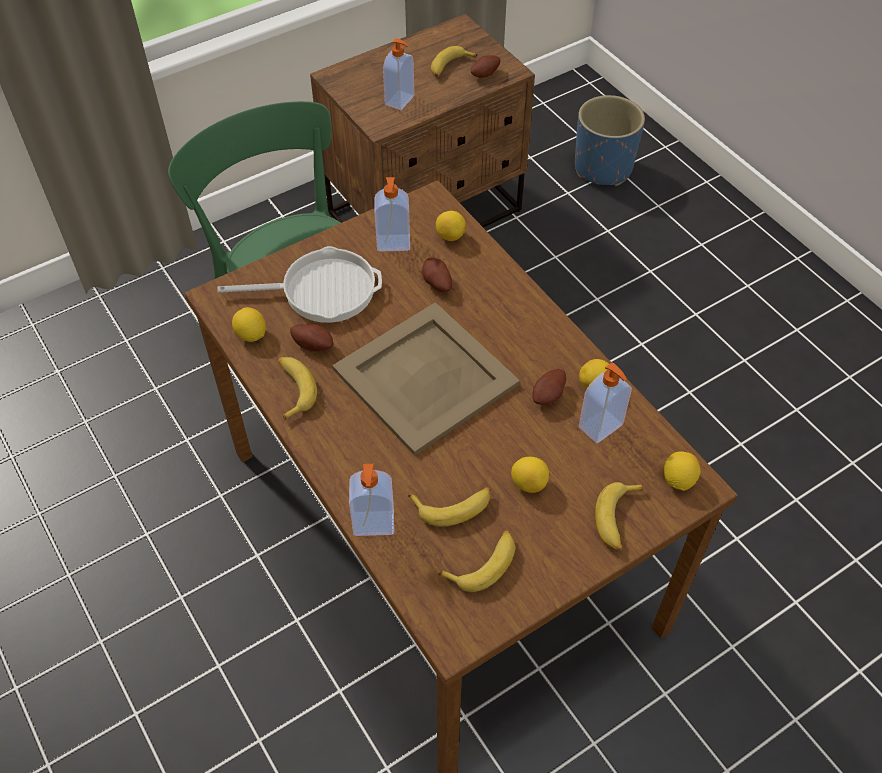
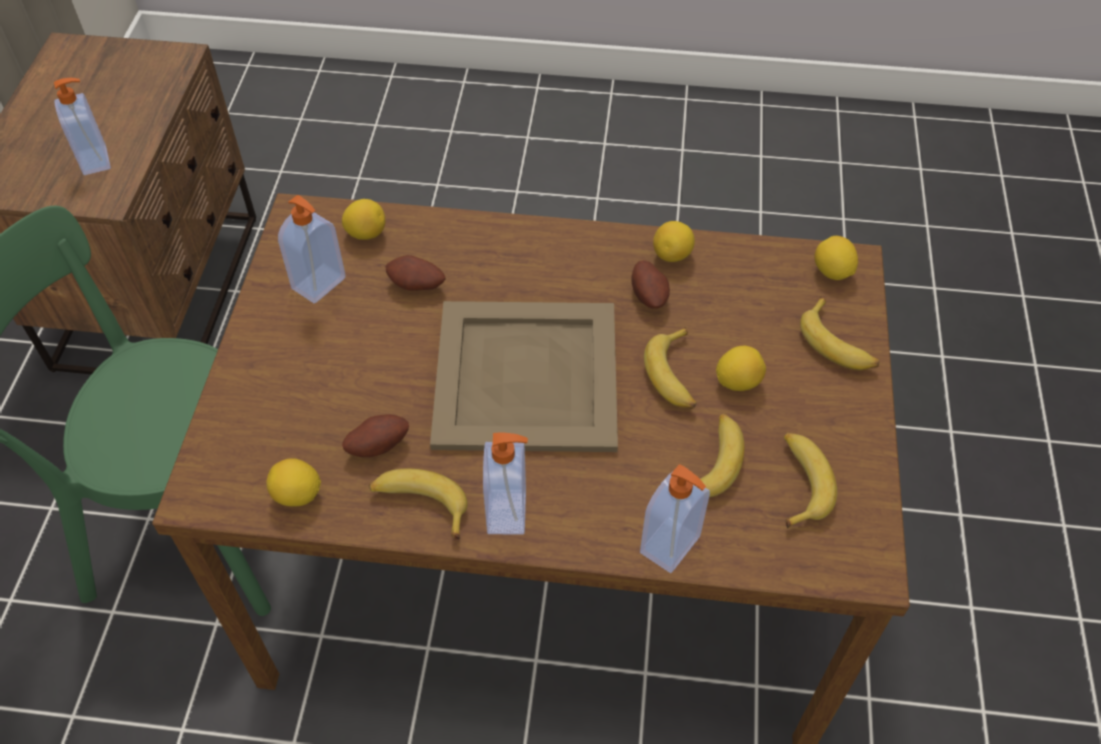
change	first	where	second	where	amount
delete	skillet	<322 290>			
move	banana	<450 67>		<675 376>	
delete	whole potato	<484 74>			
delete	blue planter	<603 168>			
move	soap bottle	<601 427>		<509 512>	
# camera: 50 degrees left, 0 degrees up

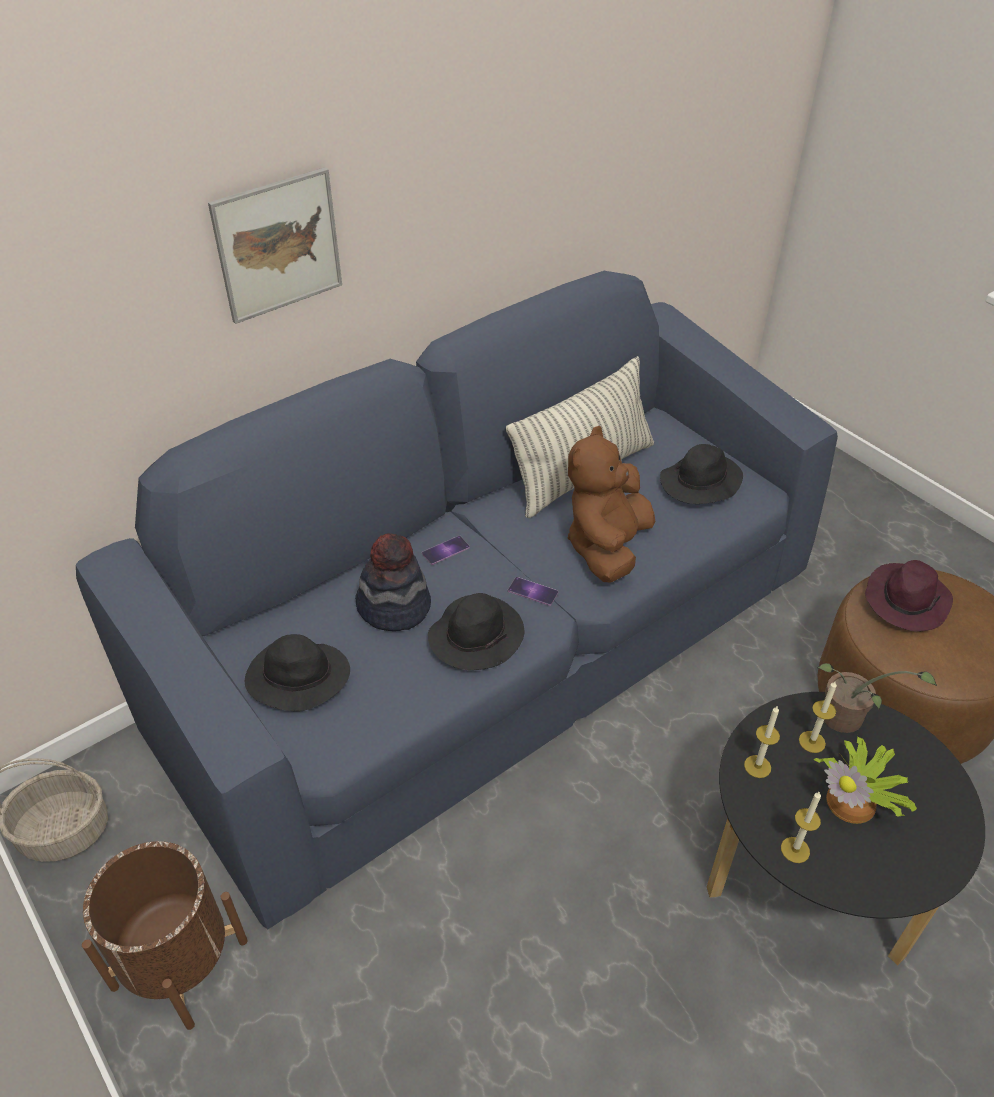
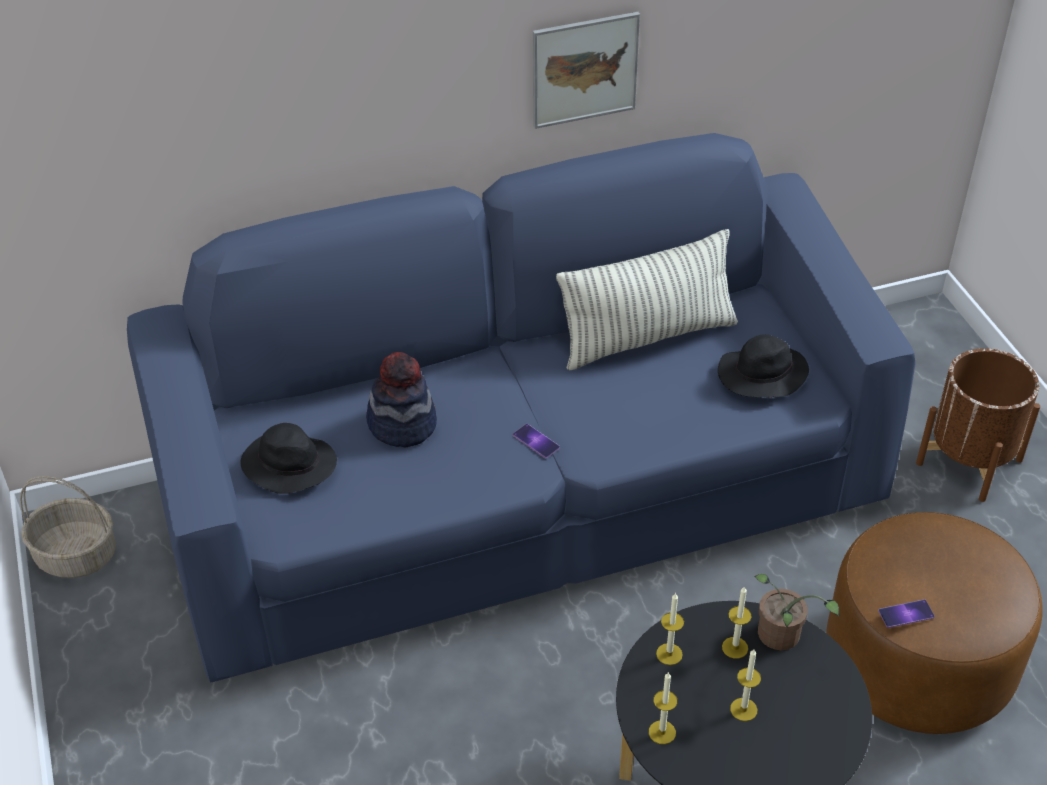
change	first	where	second	where	amount
move	brownish planter	<180 964>		<969 461>	
move	picture	<278 245>		<584 69>	
move	handset	<446 550>		<906 614>	
delete	black clothing hat	<477 636>			
delete	brownish cuddly toy	<607 547>			
replace	plant in a pot	<854 801>	candle	<743 709>	
delete	purple-coloured clothing hat	<905 600>			
# camera: 20 degrees right, 0 degrees up

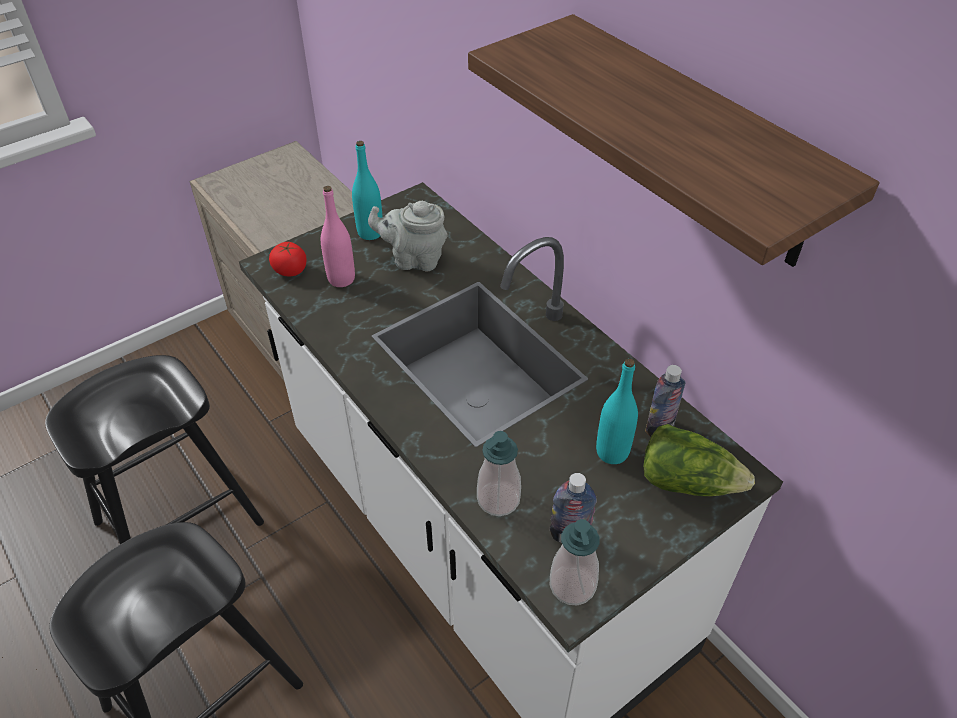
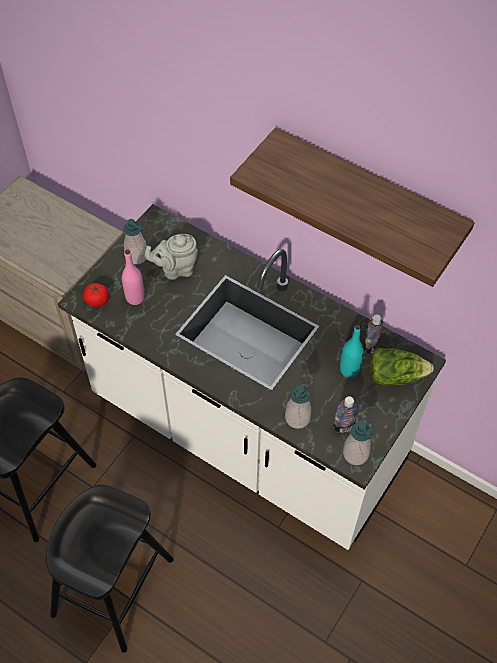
change	first	where	second	where	amount
replace	turquoise-coloured drink bottle	<370 233>	soap bottle	<136 256>	
# camera: 20 degrees left, 10 degrees up

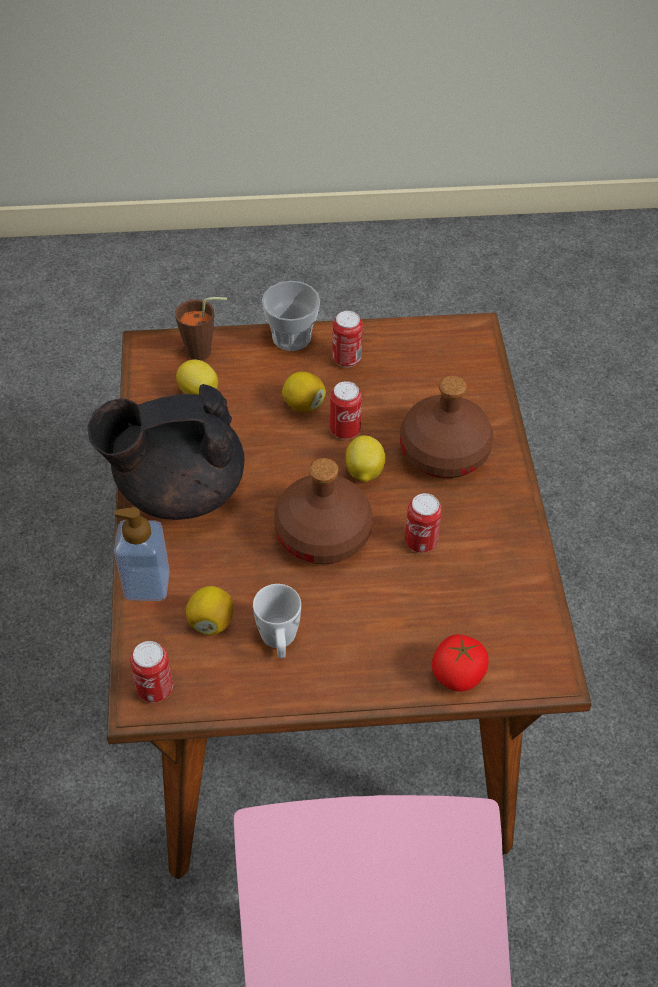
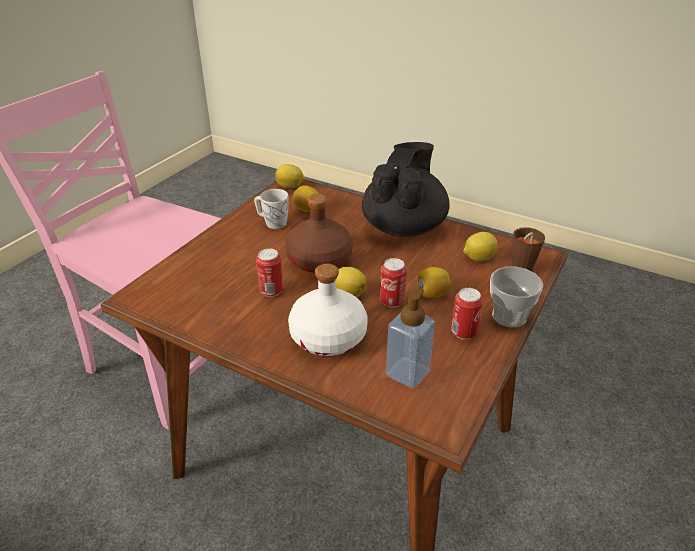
change	first	where	second	where	amount
move	soap bottle	<147 584>		<407 373>	
replace	can	<155 689>	lemon	<290 187>	
recolor	brownish drink bottle	<445 452>	white drink bottle	<327 337>	
delete	whole tomato	<458 675>			
# camera: 125 degrees right, 15 degrees down

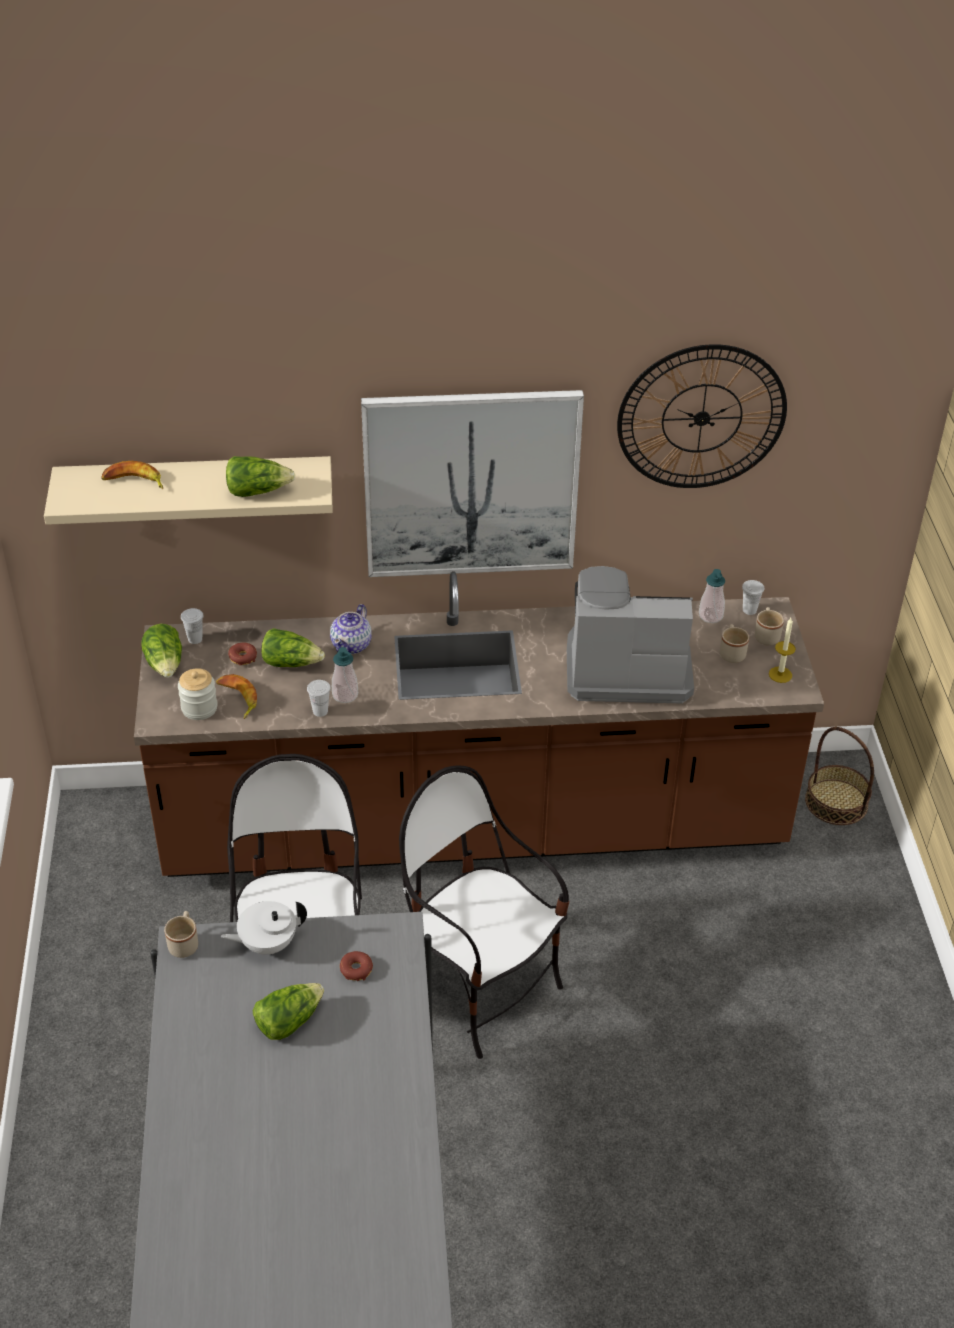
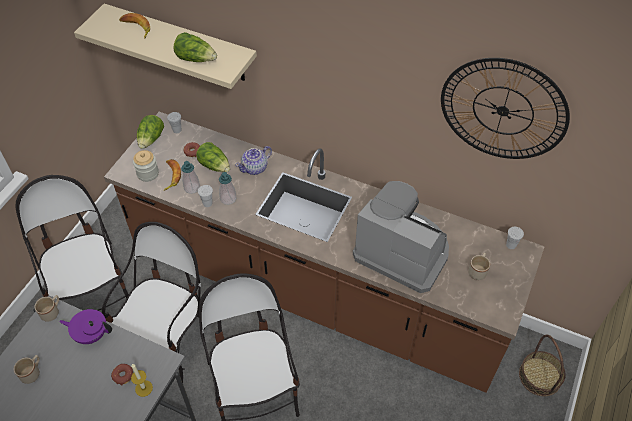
change	first	where	second	where	amount
recolor	white tea pot	<267 943>	purple-coloured tea pot	<91 334>	
delete	lettuce	<288 1021>			
delete	picture	<471 483>			
move	soap bottle	<710 616>		<192 188>	
move	beige-coloured mug	<766 635>		<32 372>	
move	candle	<780 674>		<144 388>	
insert			chair	<93 295>	
# camera: 30 degrees right, 10 degrees up

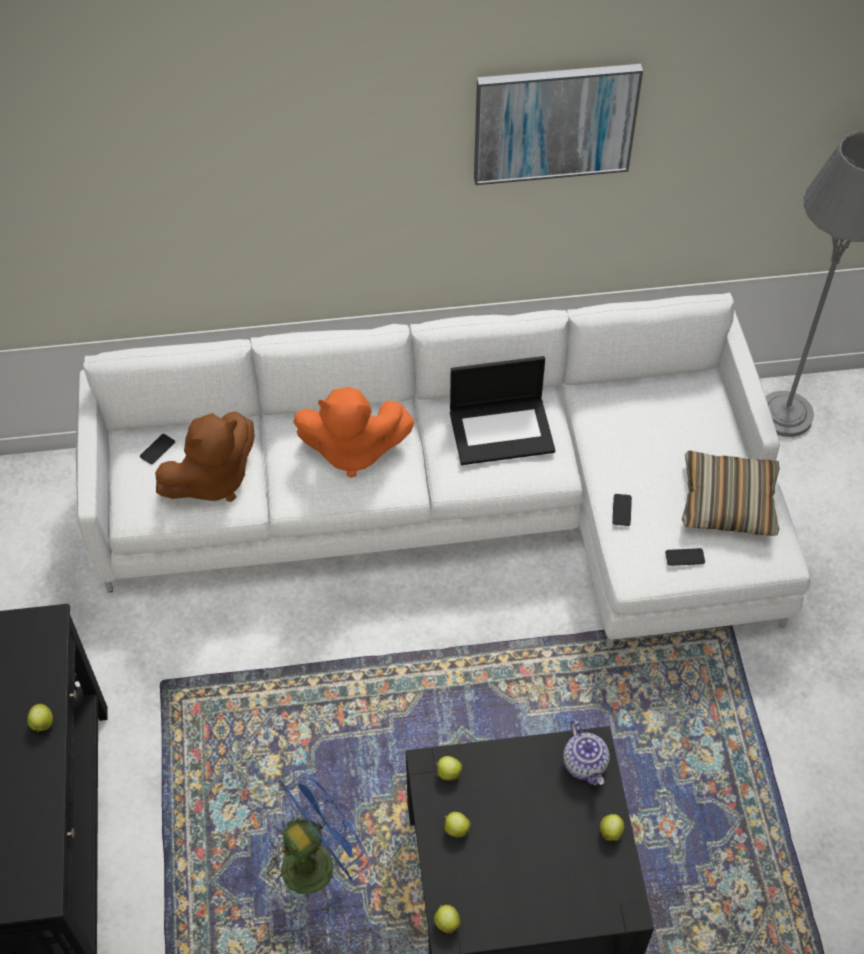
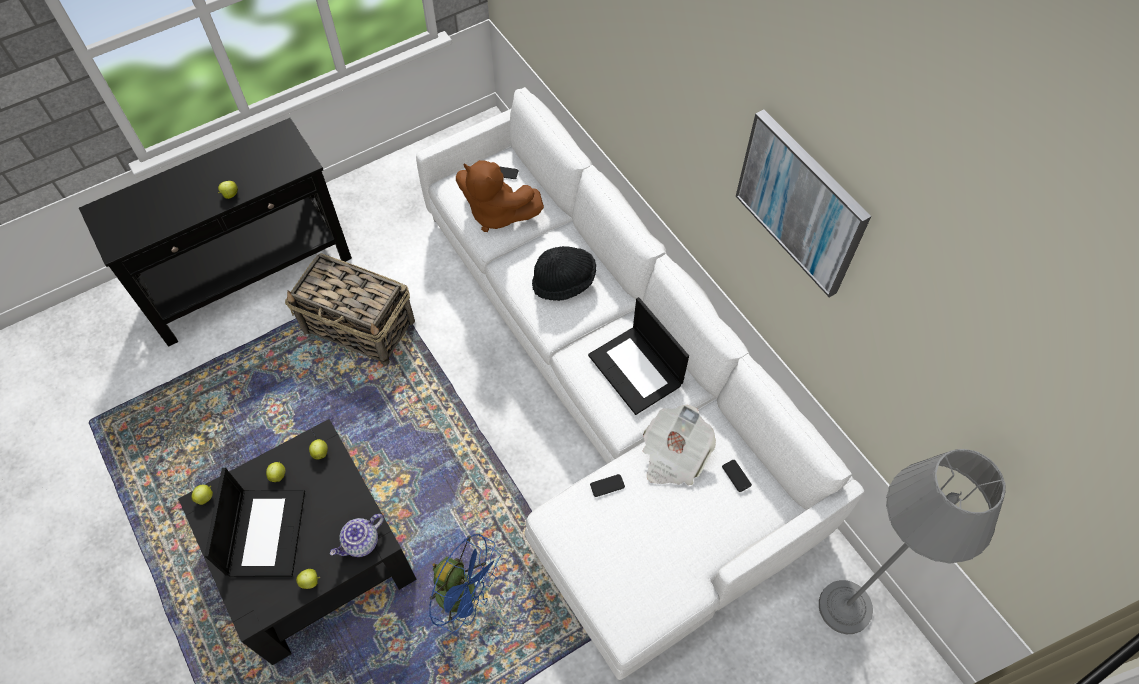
change	first	where	second	where	amount
move	blue electric fan	<316 859>		<465 595>	
replace	orange cuddly toy	<352 450>	black clothing hat	<564 282>	
move	handset	<685 557>		<736 476>	
delete	pillow	<728 502>			
insert			notebook computer	<265 532>	
insert			household basket	<360 327>	
insert			printed paper	<673 455>	
# camera: 65 degrees right, 5 degrees up

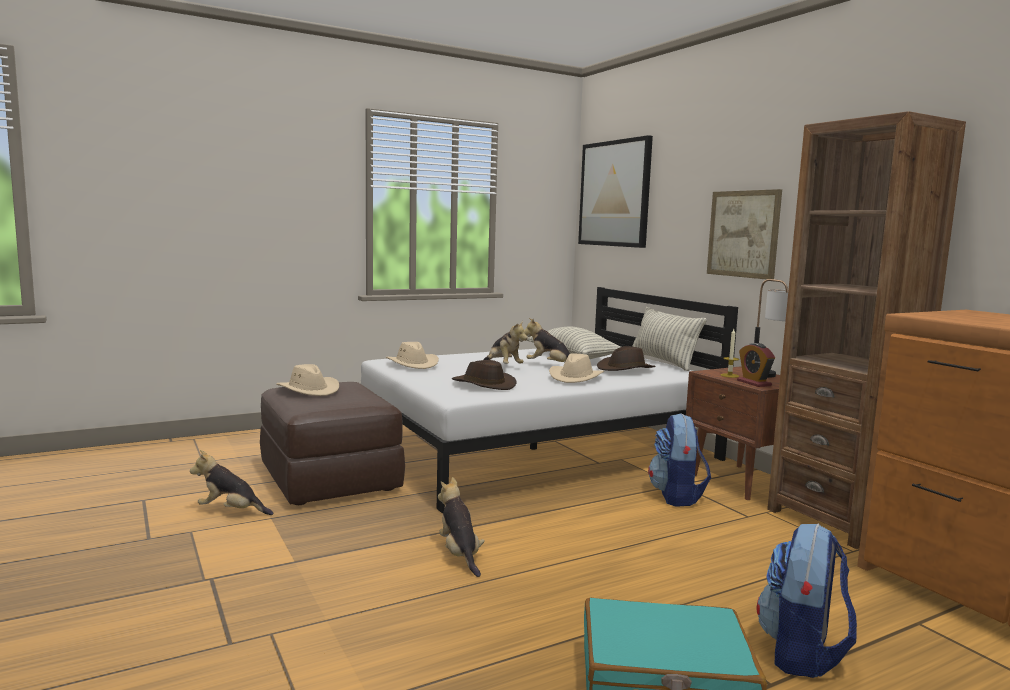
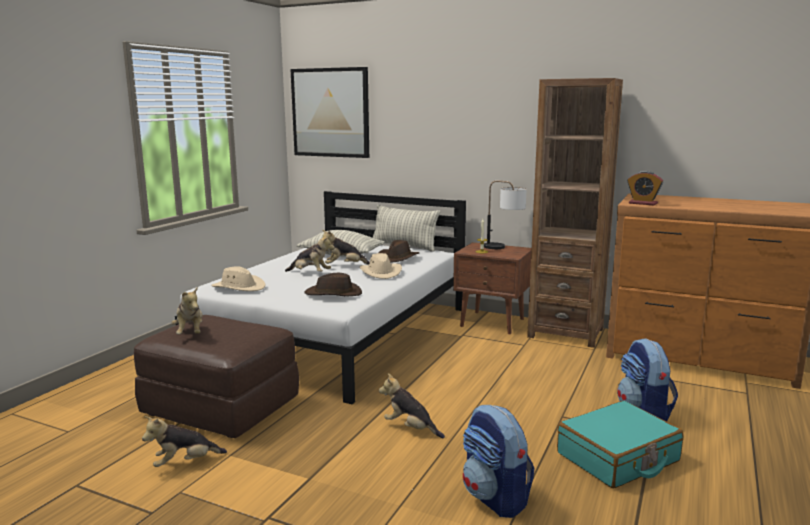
change	first	where	second	where	amount
replace	beige-coloured clothing hat	<309 390>	cuddly toy	<190 333>	
move	rucksack	<677 496>		<495 498>	
delete	picture	<743 234>			
move	bedside clock	<754 383>		<643 203>	
# camera: 35 degrees left, 5 degrees up

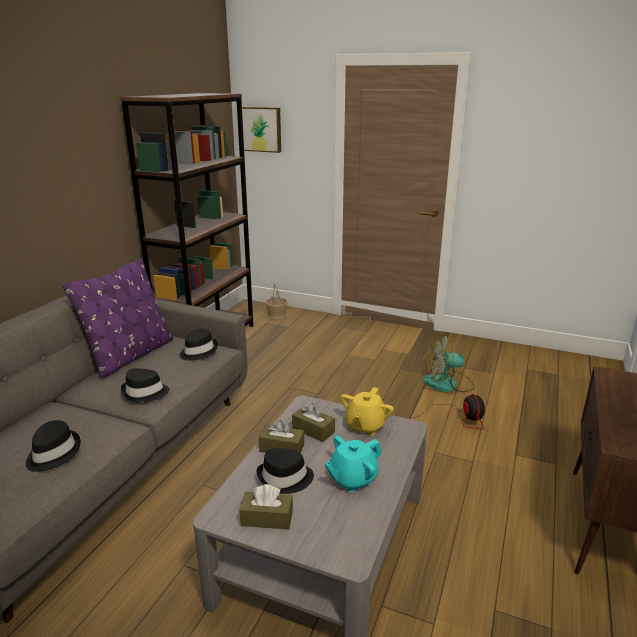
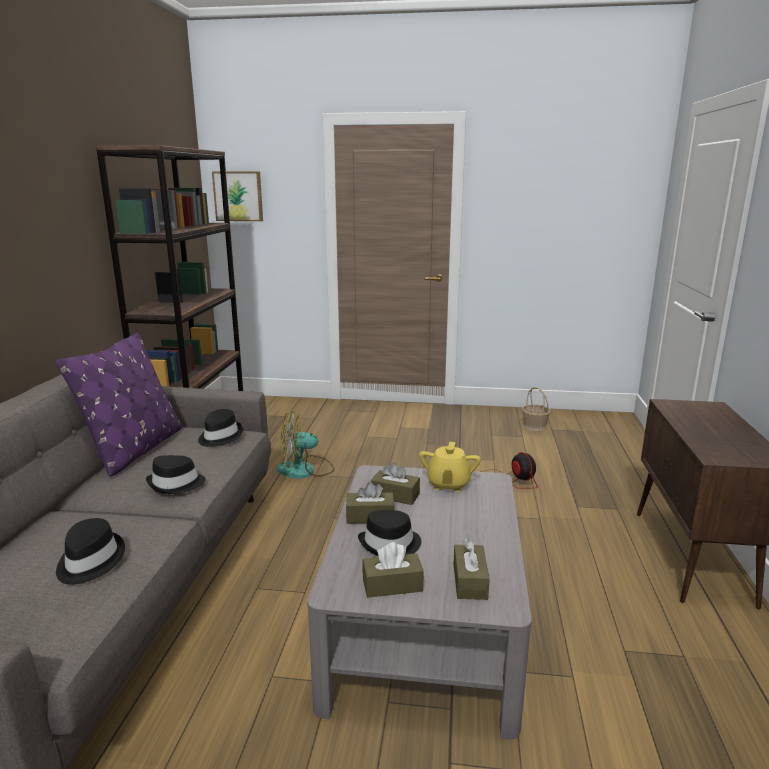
change	first	where	second	where	amount
move	household basket	<276 315>		<534 426>	
delete	turquoise-coloured tea pot	<352 479>			
move	electric fan	<448 384>		<305 470>	
insert			brownish tissue holder	<470 581>	
# camera: 15 degrees left, 5 degrees down

